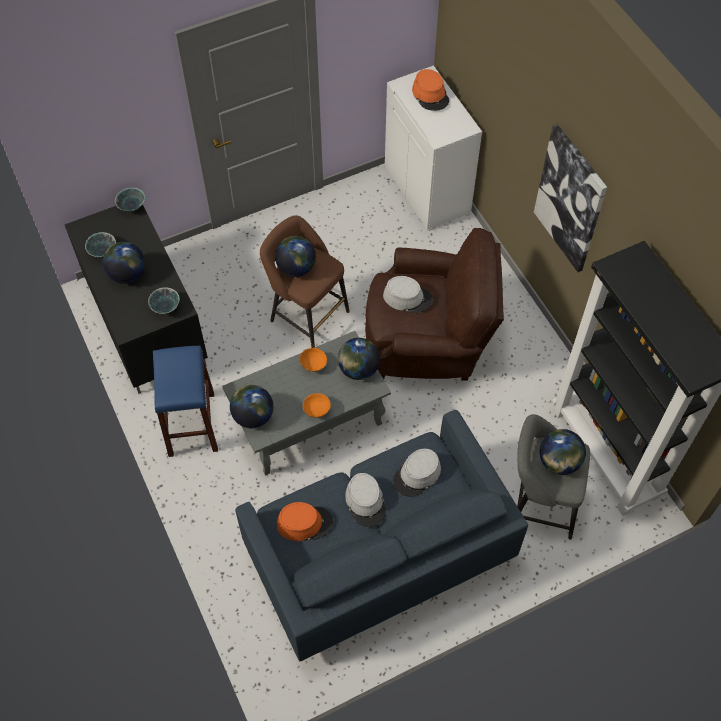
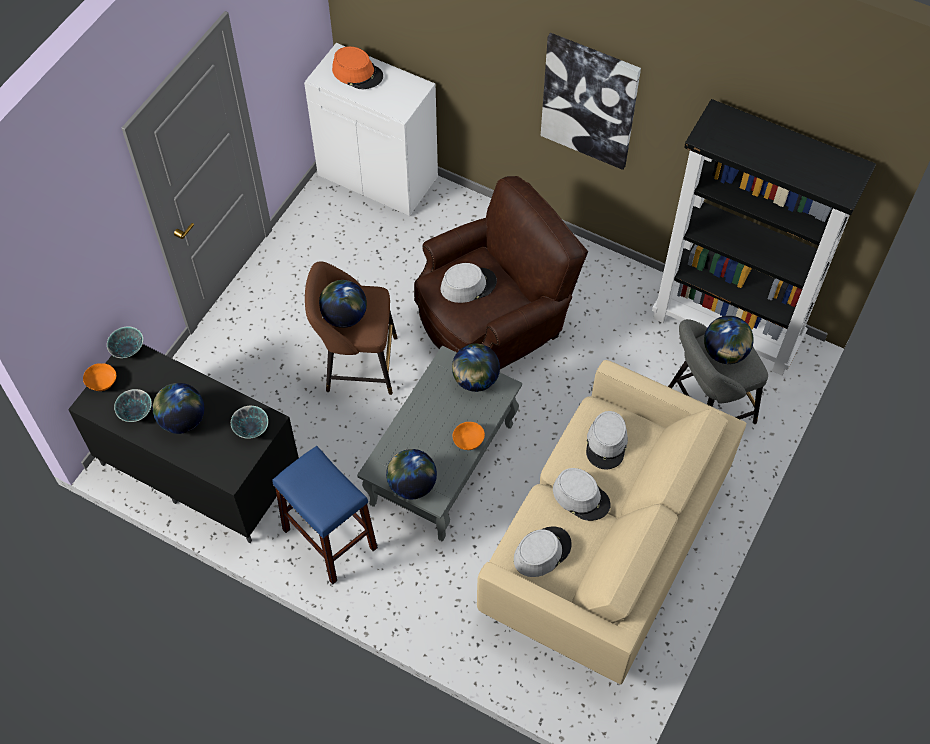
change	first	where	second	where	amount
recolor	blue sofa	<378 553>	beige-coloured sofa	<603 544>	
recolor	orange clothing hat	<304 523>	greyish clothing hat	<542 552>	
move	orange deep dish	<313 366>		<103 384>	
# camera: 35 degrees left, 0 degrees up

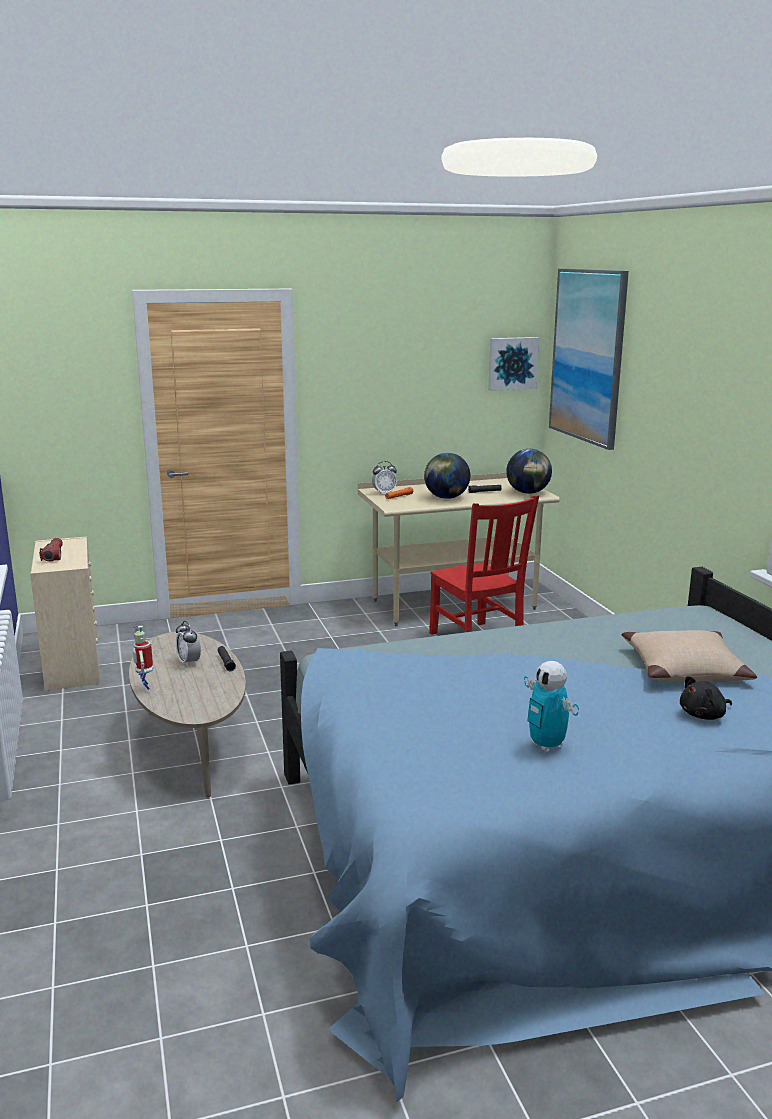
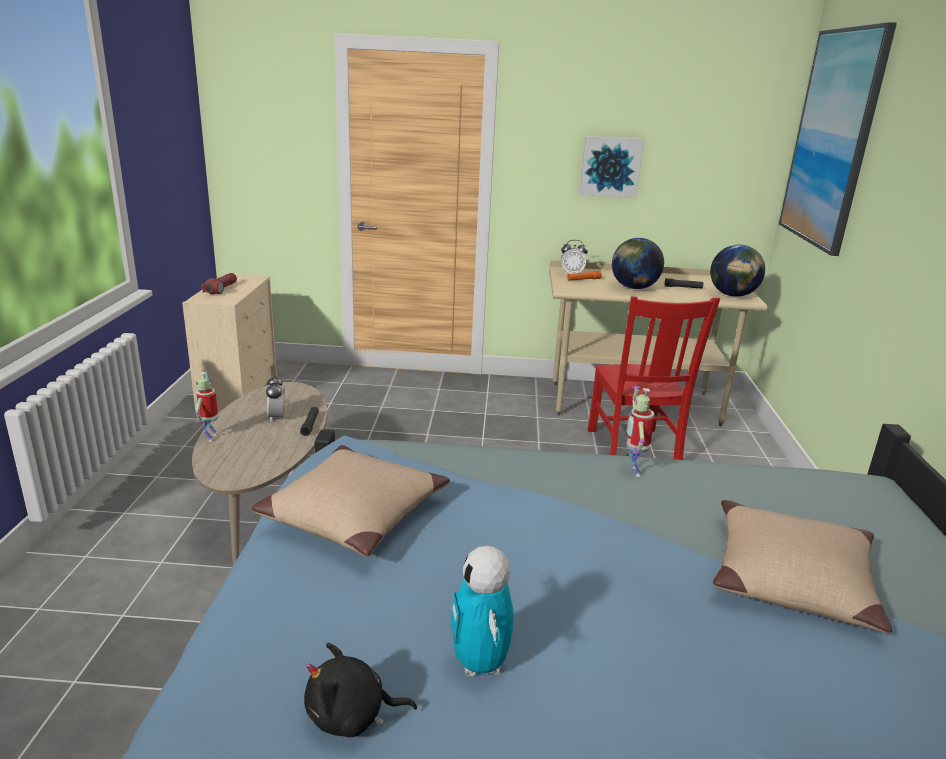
change	first	where	second	where	amount
move	picture	<512 363>		<610 166>	
move	black cuddly toy	<704 715>		<351 716>	
insert			beige-coloured pillow	<353 513>	
insert			robot figure	<633 471>	
# camera: 20 degrees right, 5 degrees up

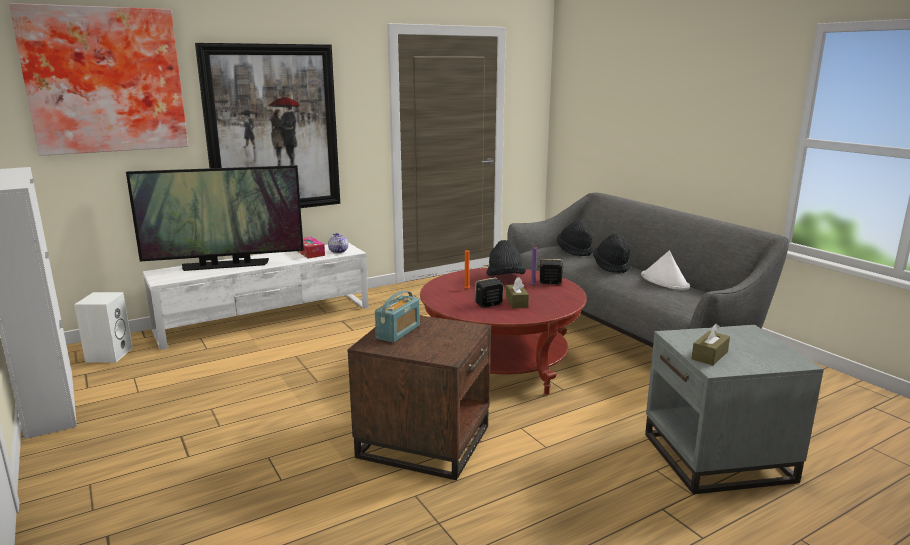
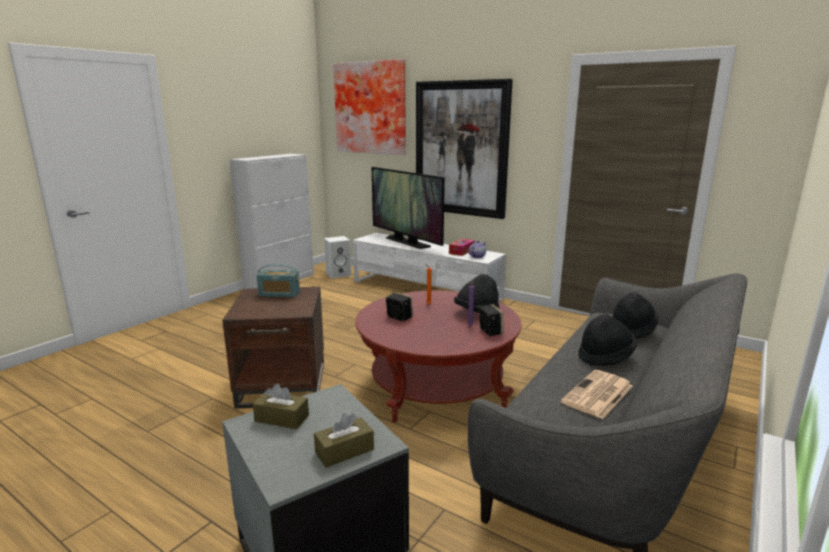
change	first	where	second	where	amount
move	brownish tissue holder	<516 302>		<344 451>	
replace	white clothing hat	<665 281>	printed paper	<597 395>	
# camera: 65 degrees right, 0 degrees up

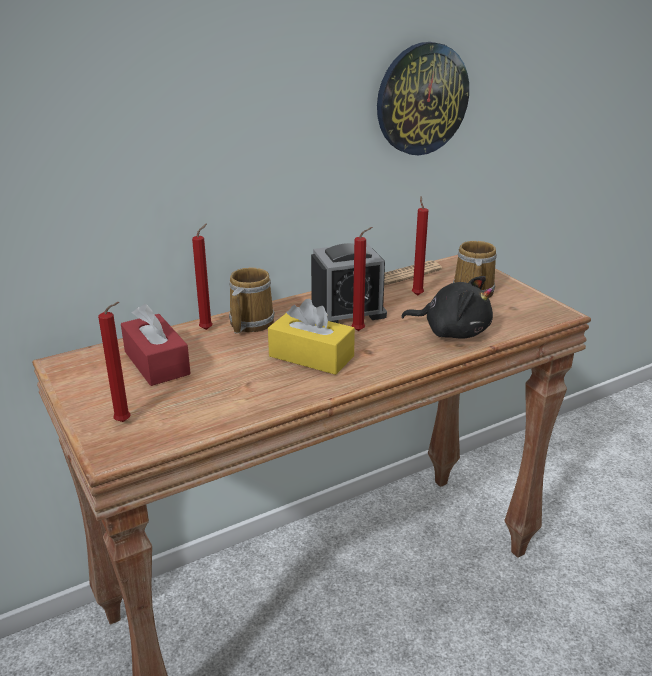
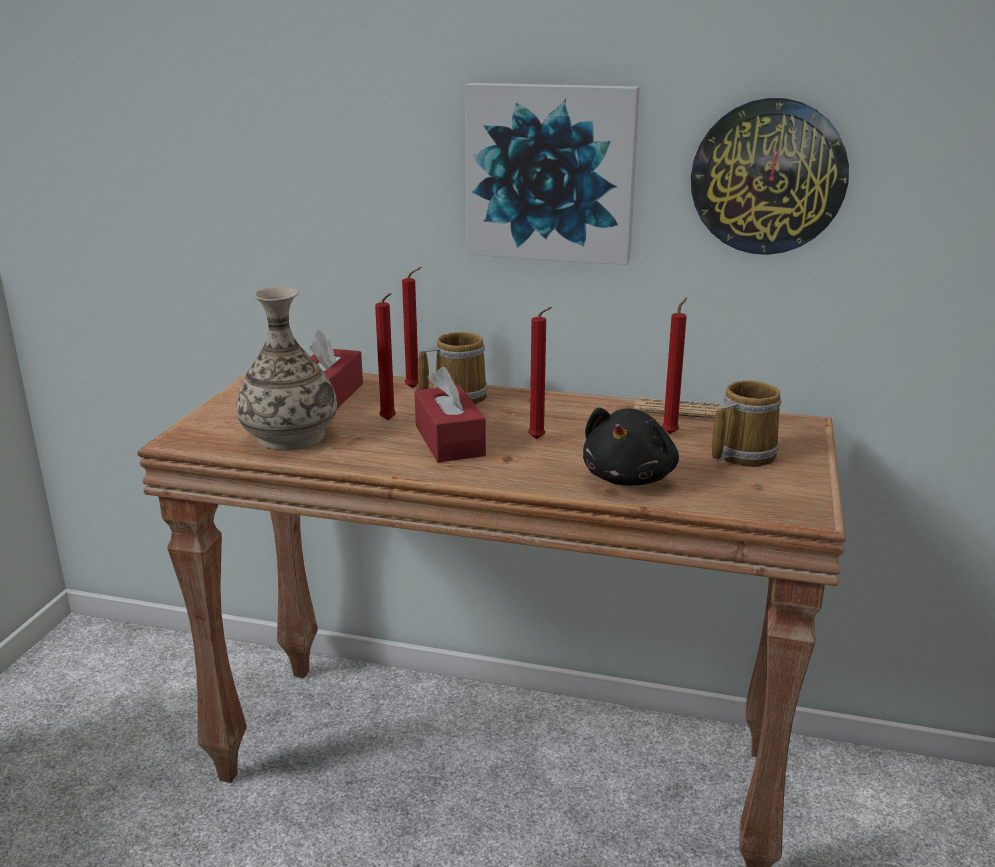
change	first	where	second	where	amount
move	red-coloured candle	<125 422>		<389 421>	
recolor	yellow-coloured tissue holder	<311 356>	red-coloured tissue holder	<449 441>	
delete	bedside clock	<347 311>			
rotate	black cuddly toy	<452 332>		<630 478>	45 degrees clockwise
insert			decorative vase	<290 436>	
insert			picture	<551 172>	
# camera: 45 degrees right, 5 degrees down

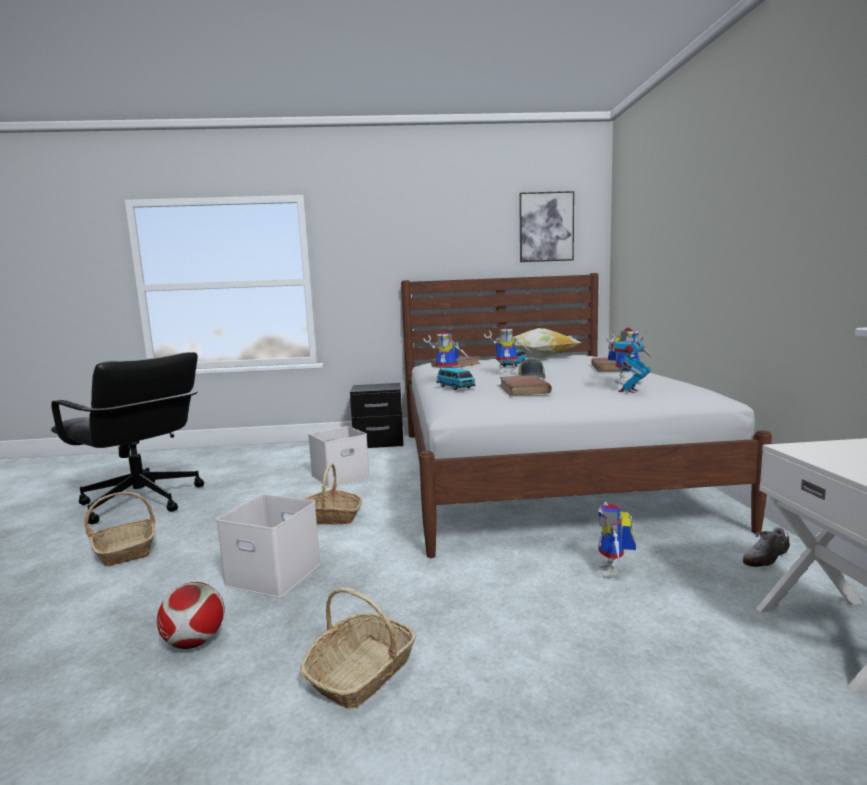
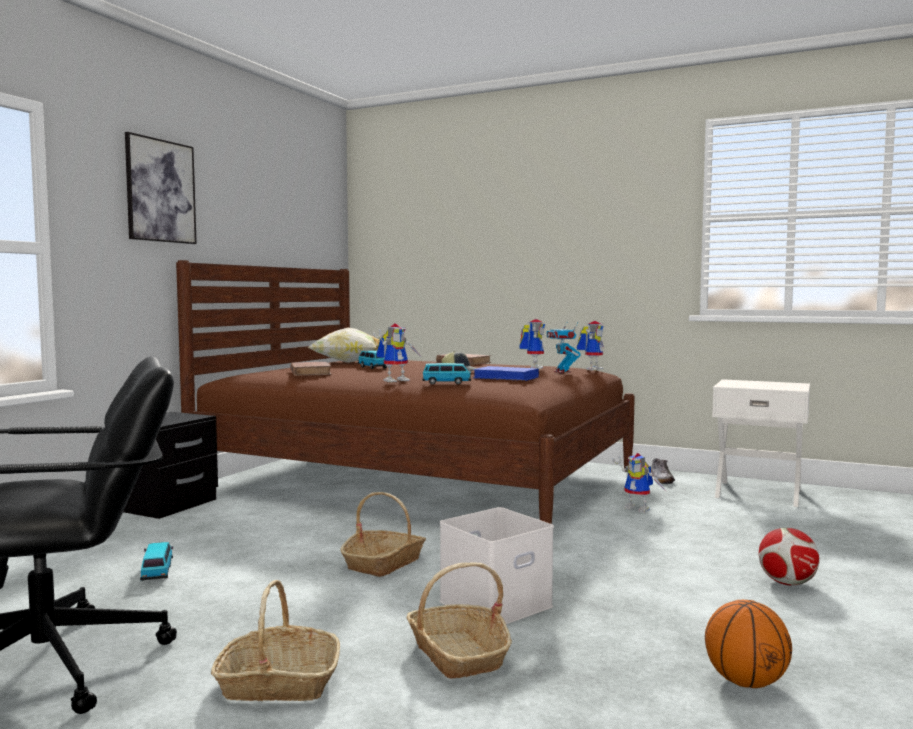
change	first	where	second	where	amount
move	football ball	<194 642>		<787 583>	
move	household basket	<361 672>		<458 654>	
delete	white storage box	<340 476>			
recolor	white bedroom bed	<536 471>	brownish bedroom bed	<420 480>	
move	robot figure	<508 373>		<592 369>	
recolor	brownish volume	<524 389>	blue volume	<506 378>	
move	picture	<546 227>		<160 191>	
insert			toy car	<157 572>	
insert			basketball	<746 682>	
# camera: 60 degrees left, 5 degrees down

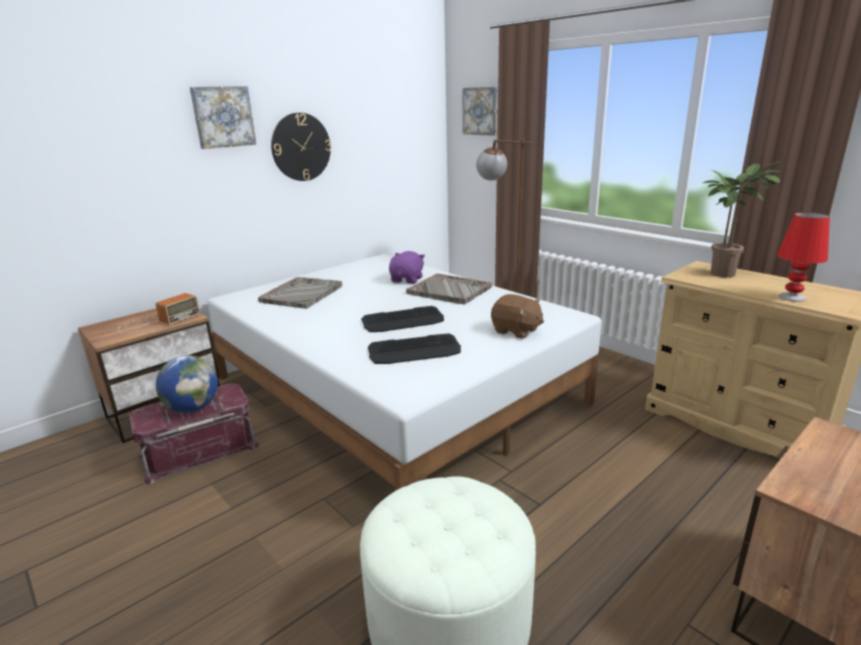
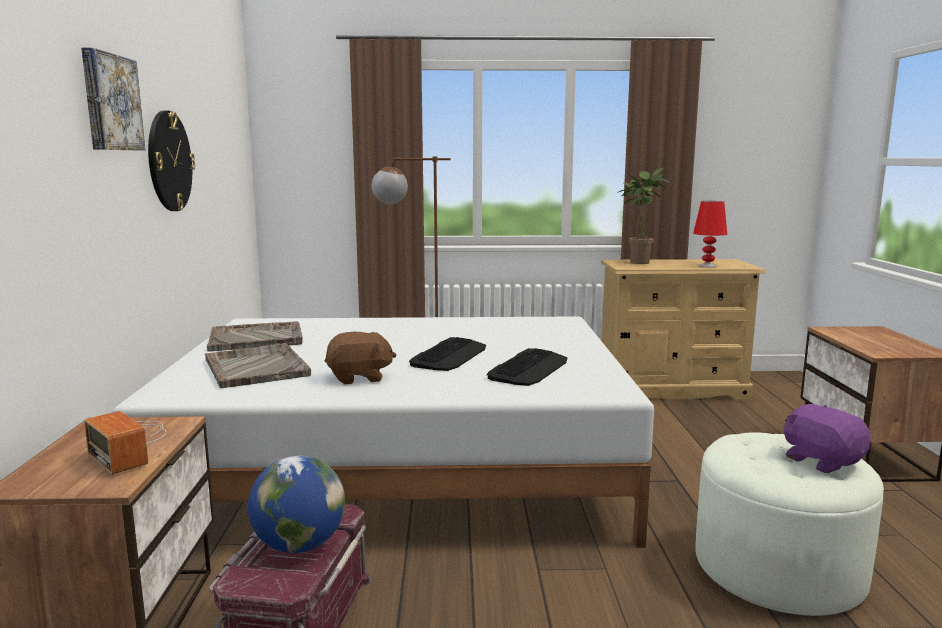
change	first	where	second	where	amount
rotate	radio receiver	<156 322>		<130 444>	150 degrees clockwise
move	purple-coloured cuddly toy	<407 280>		<822 461>	
move	greyish carrying tray	<450 290>		<257 338>	
delete	picture	<481 111>			
move	brownish cuddly toy	<516 331>		<359 378>	
# camera: 50 degrees left, 10 degrees down

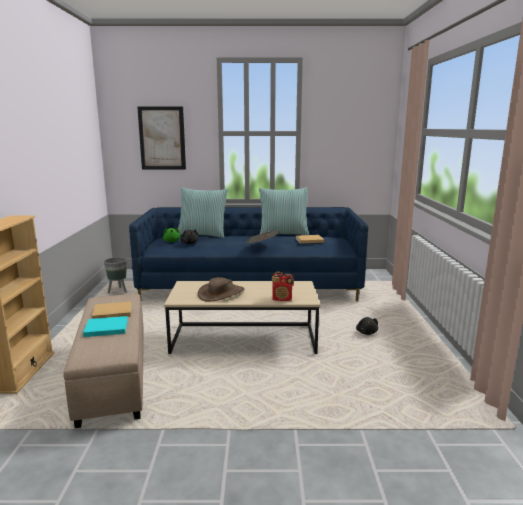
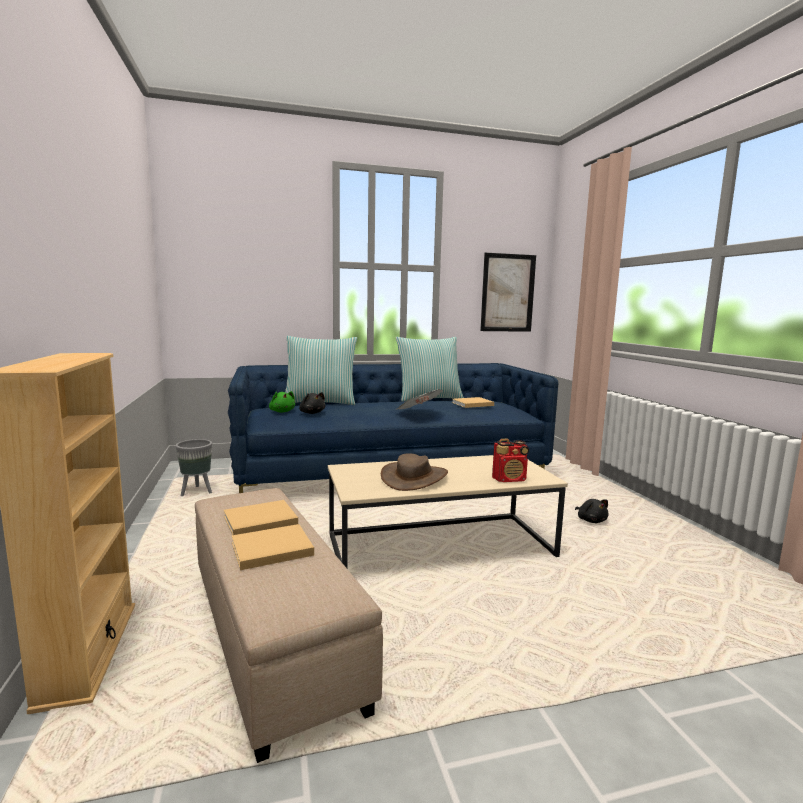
change	first	where	second	where	amount
recolor	turquoise-coloured volume	<105 328>	beige-coloured volume	<269 549>	
move	picture	<162 138>		<507 293>	
# camera: 15 degrees left, 5 degrees down

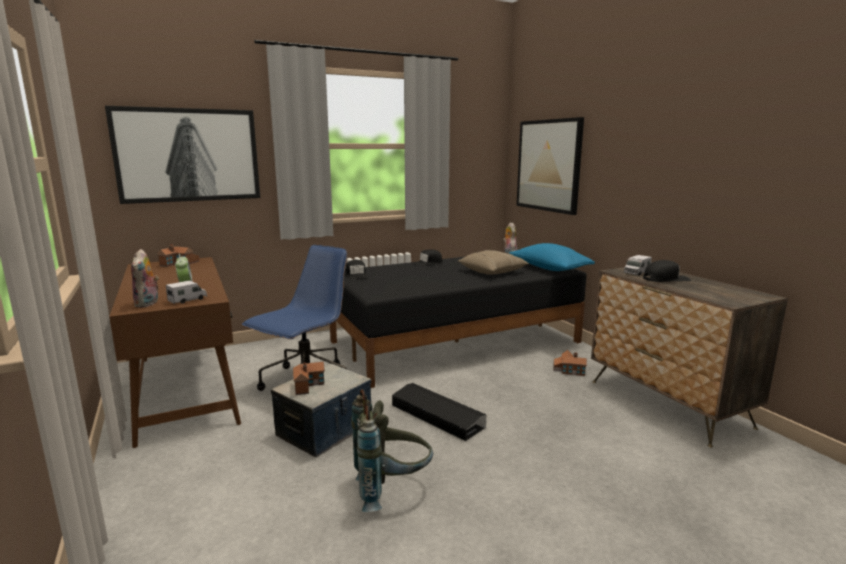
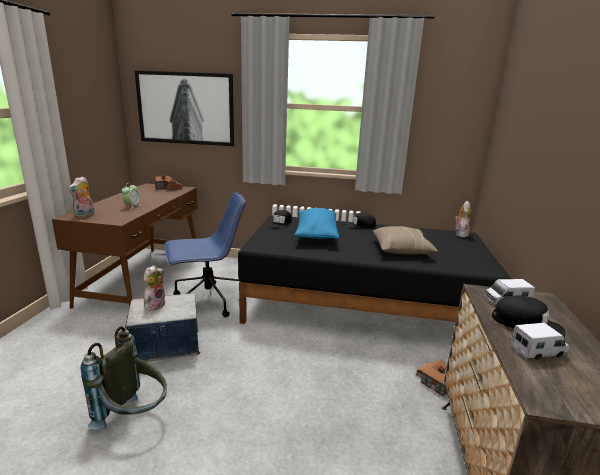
change	first	where	second	where	amount
move	toy truck	<188 300>		<538 351>	
replace	toy house	<309 384>	cuddly toy	<154 305>	
delete	black storage box	<437 416>			
move	blue pillow	<549 269>		<316 234>	
delete	picture	<548 165>			
# camera: 35 degrees right, 5 degrees up

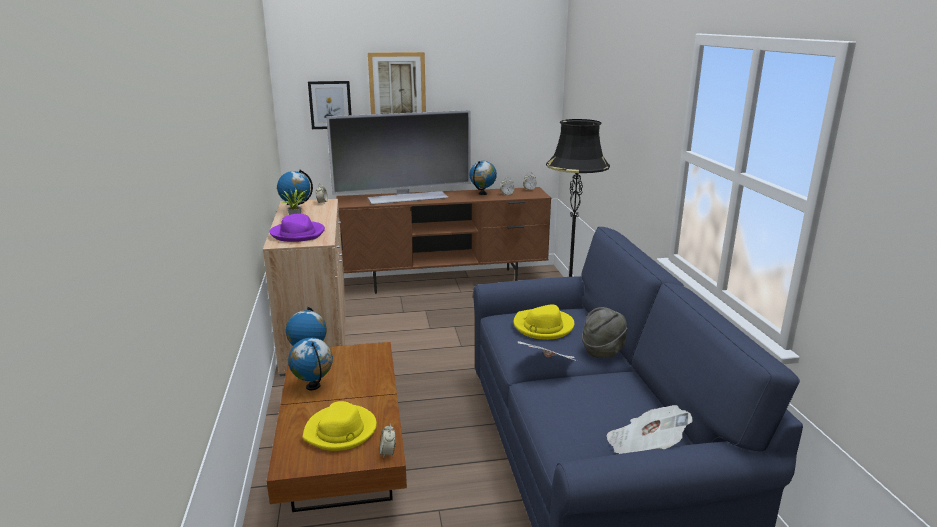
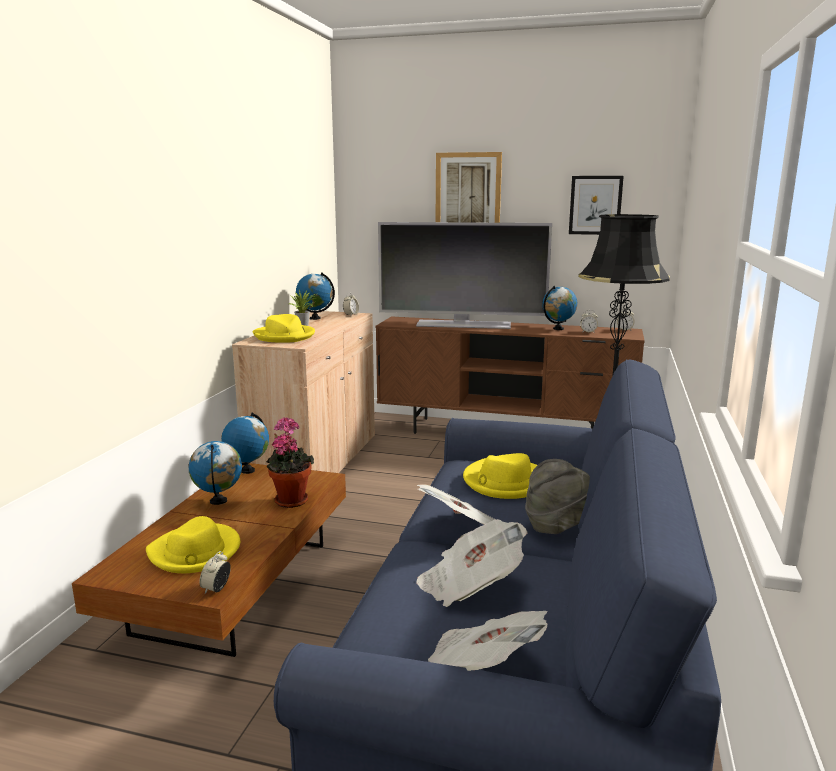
change	first	where	second	where	amount
recolor	purple-coloured clothing hat	<298 234>	yellow-coloured clothing hat	<285 336>	
move	picture	<330 105>		<595 205>	
insert			plant in a pot	<290 499>	
insert			printed paper	<470 586>	
# camera: 25 degrees right, 5 degrees down

